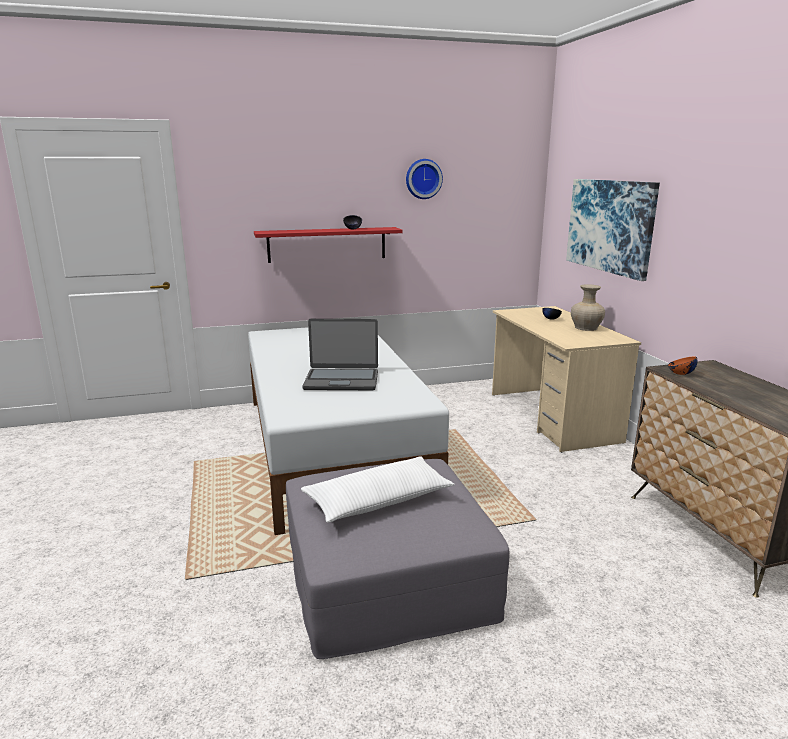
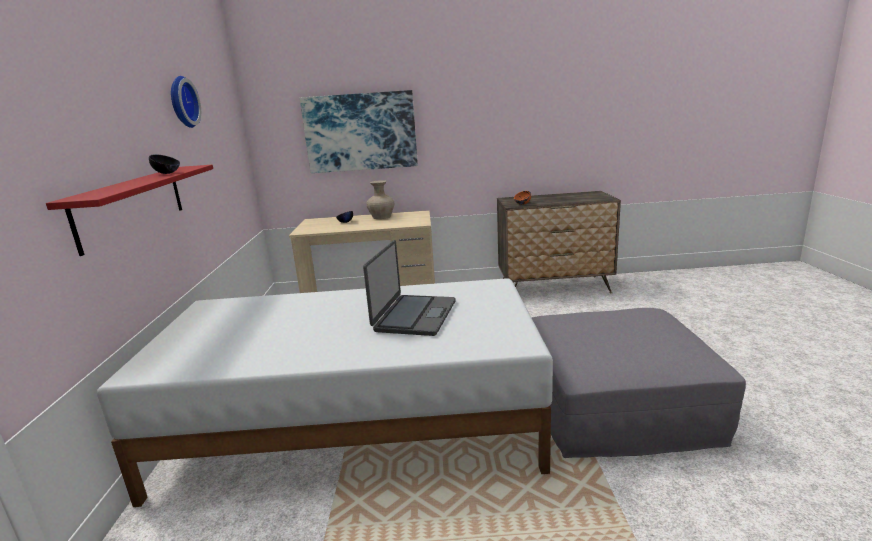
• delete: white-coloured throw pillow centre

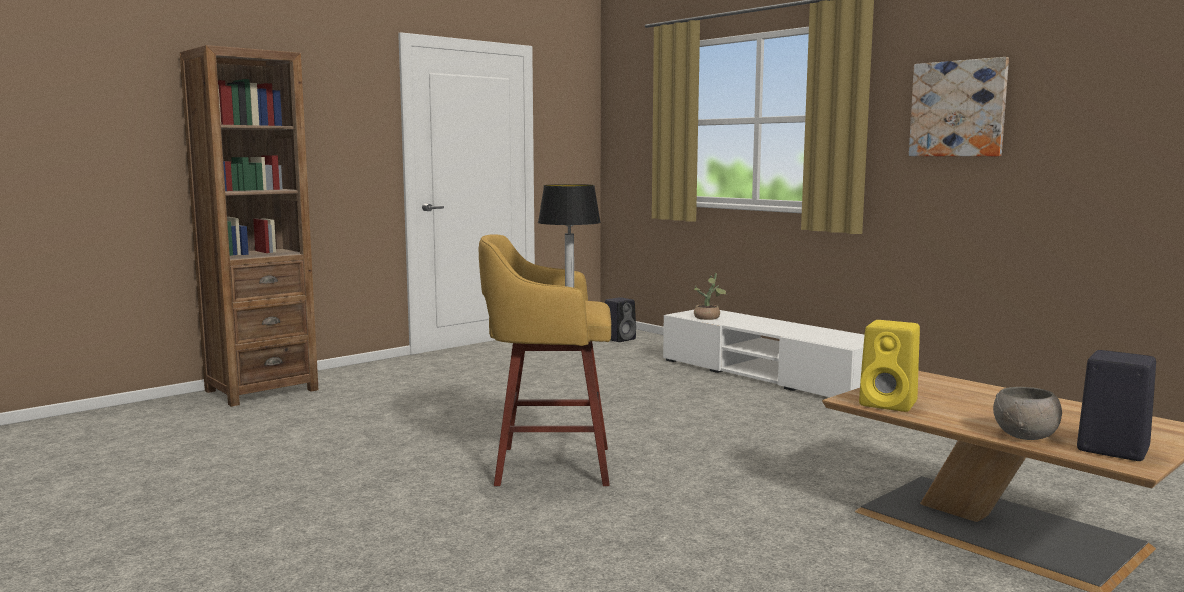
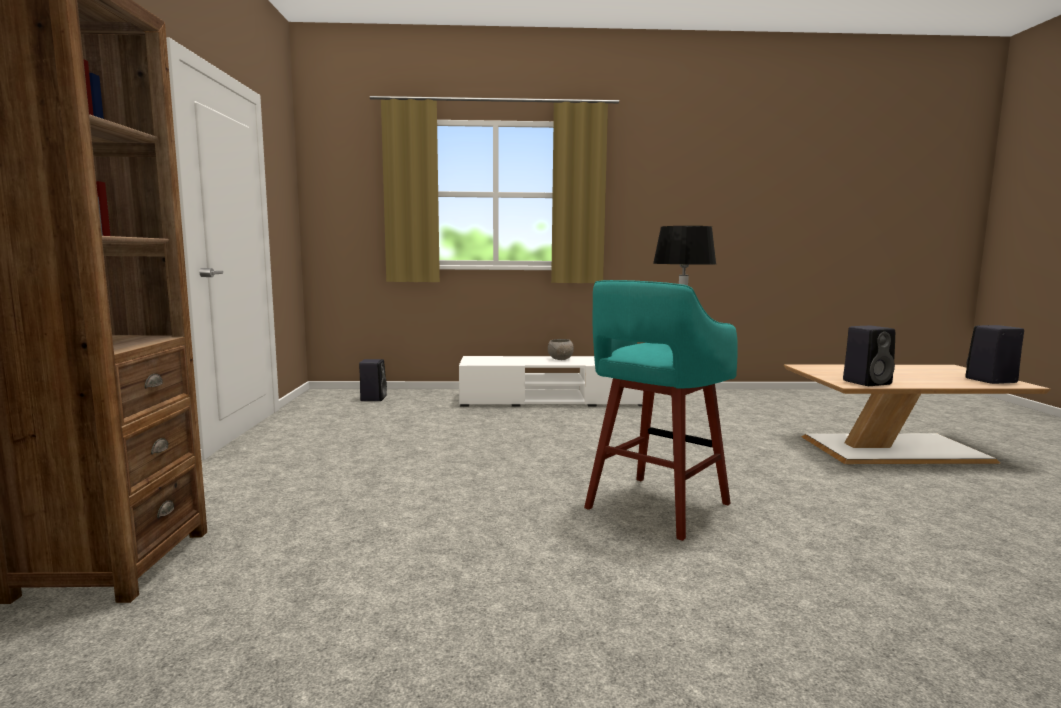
• delete: potted plant centre
• delete: wall art top right
• move: gray bowl bottom right to centre
• recolor: yellow-coloured stool centre to turquoise stool centre
• recolor: yellow-coloured loudspeaker middle right to black-coloured loudspeaker (2nd from left) middle right

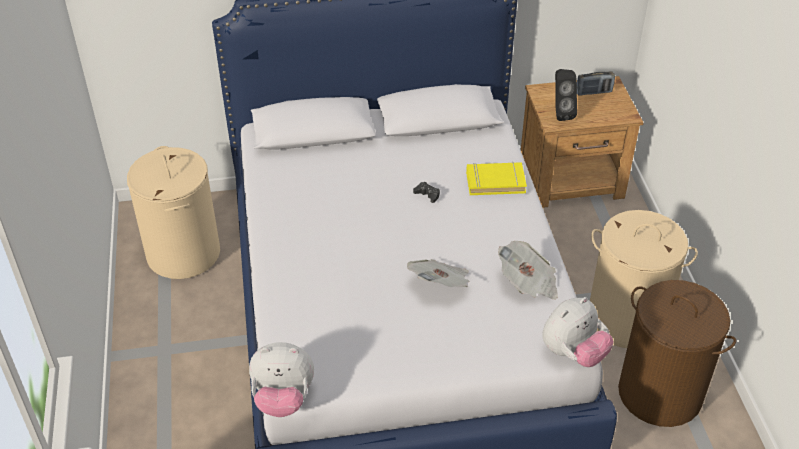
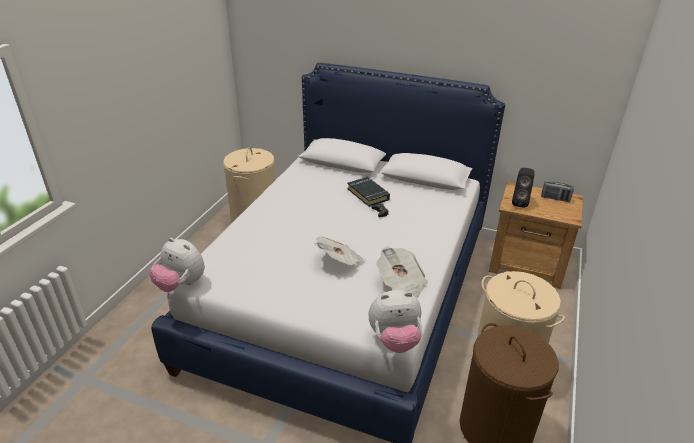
• delete: yellow-coloured volume centre
• insert: black-coloured volume centre

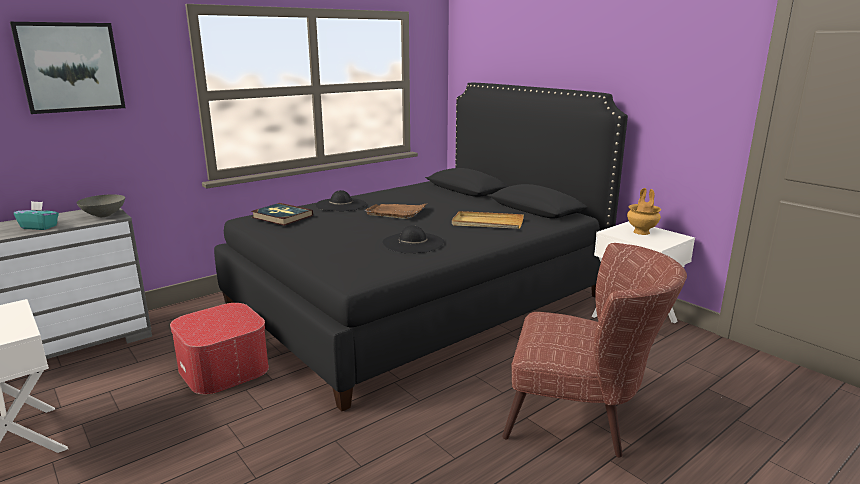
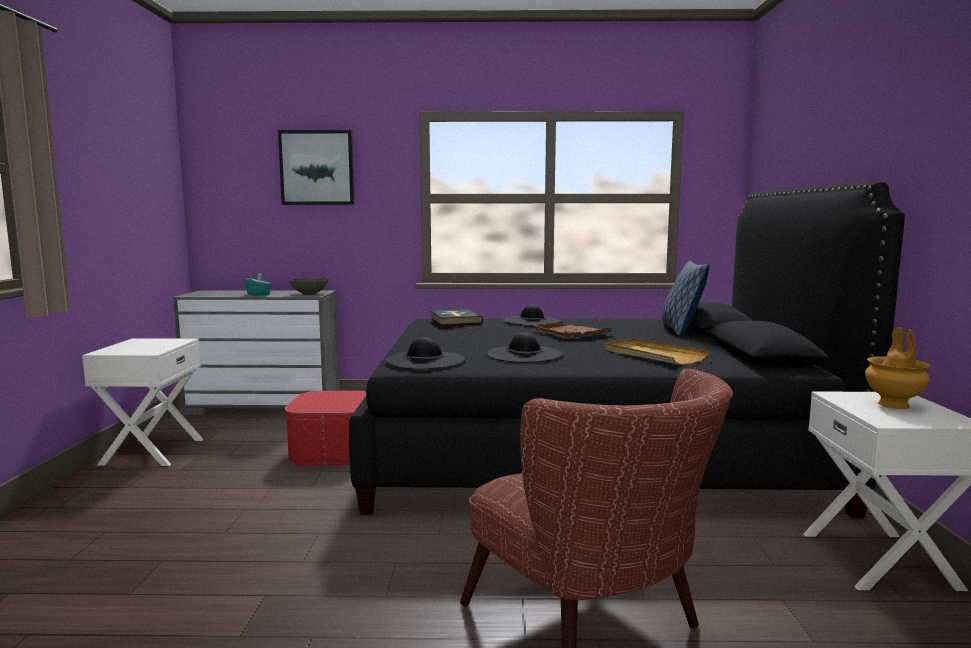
• insert: black-coloured clothing hat (1st from left) centre
• insert: throw pillow middle right

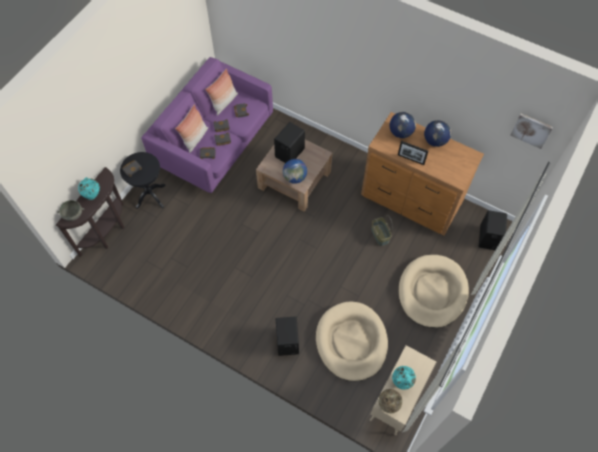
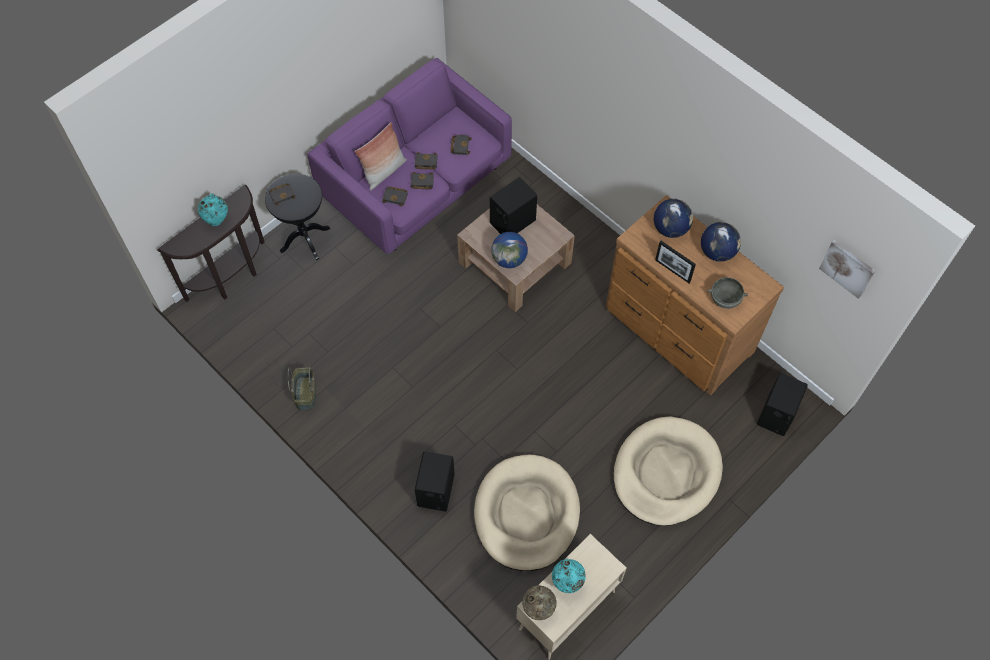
• delete: throw pillow (2nd from left) top centre
• move: gray bowl middle left to middle right
• move: household basket centre to middle left

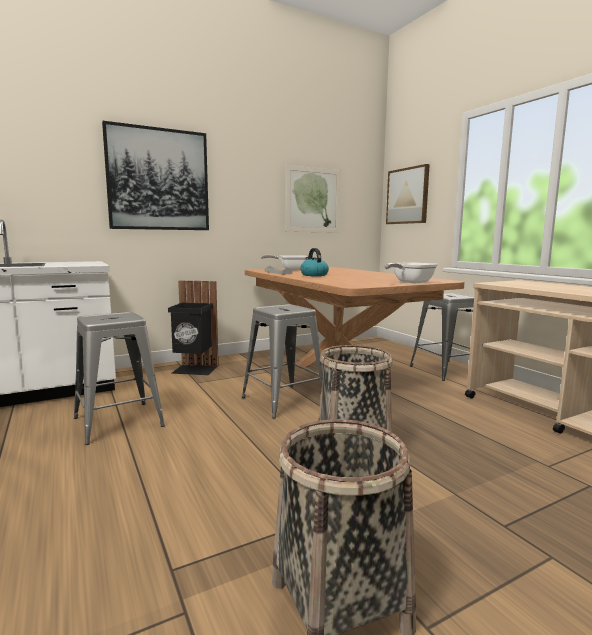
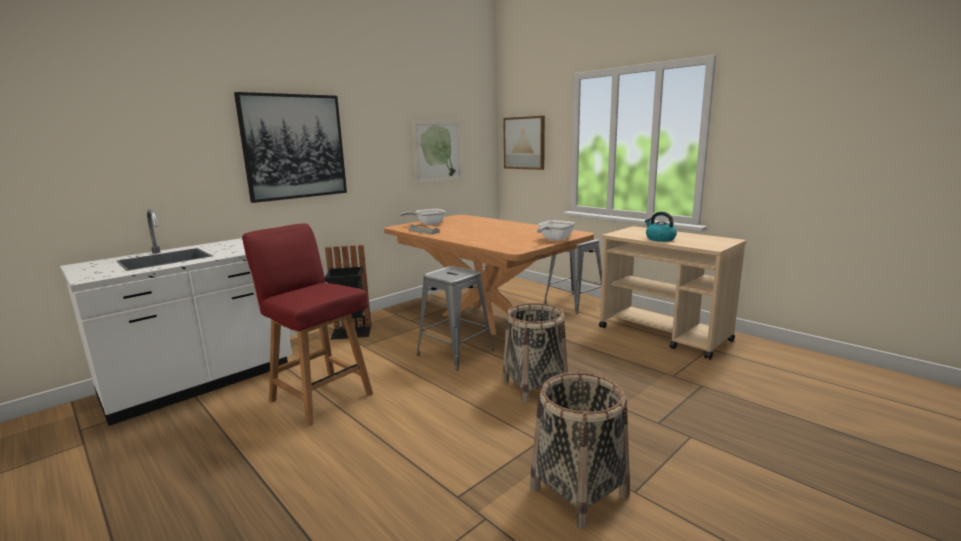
• move: tea kettle centre to middle right
• replace: gray stool (1st from left) middle left to reddish chair middle left

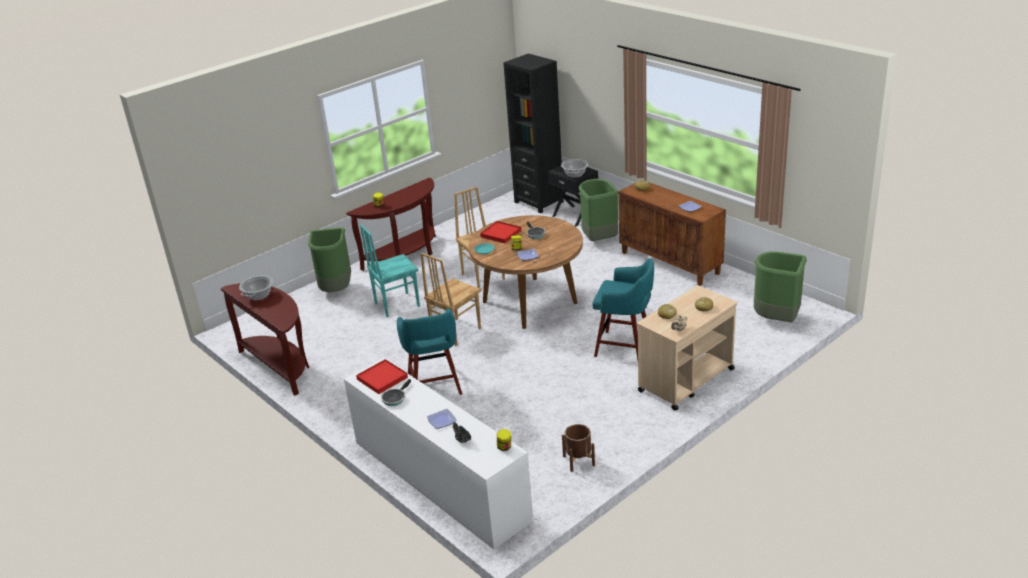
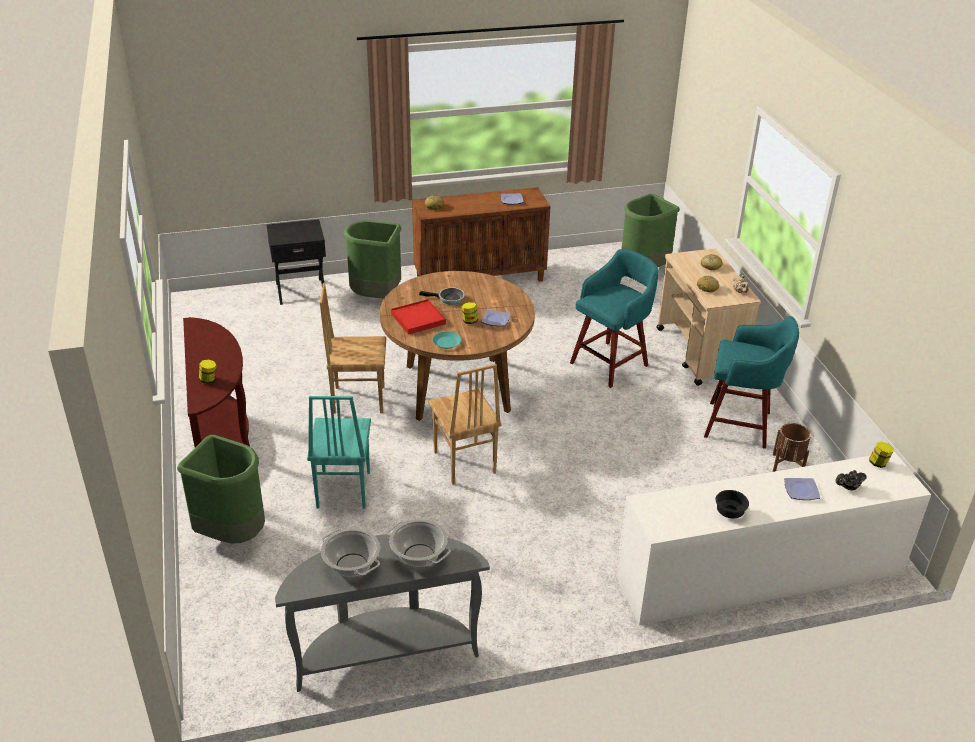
• delete: reddish carrying tray (1st from left) centre
• delete: black-coloured bookcase top centre
• move: turquoise stool (1st from left in the first image) centre to turquoise stool (2nd from left) middle right
• move: cooking pot (2nd from left) top centre to bottom centre
• replace: frying pan (1st from left) bottom centre to black-coloured bowl bottom right
• recolor: brown hall table (1st from left) middle left to gray hall table bottom centre

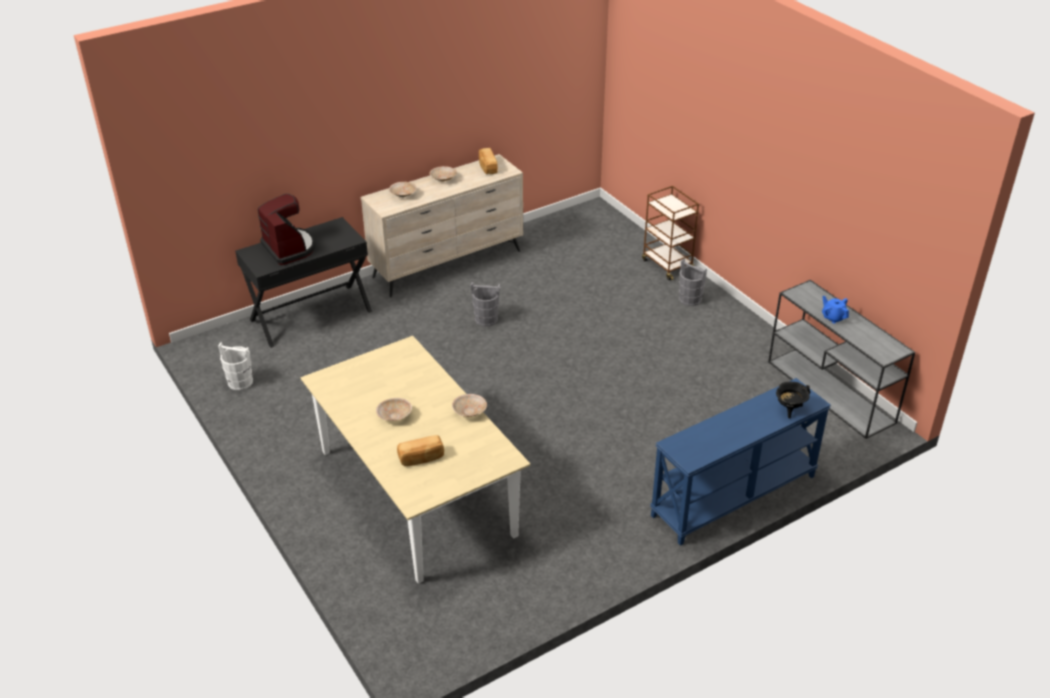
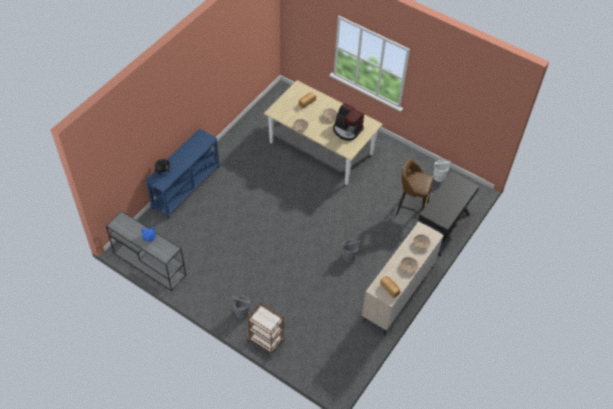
• insert: brown stool middle right
• move: coffee maker top left to top centre

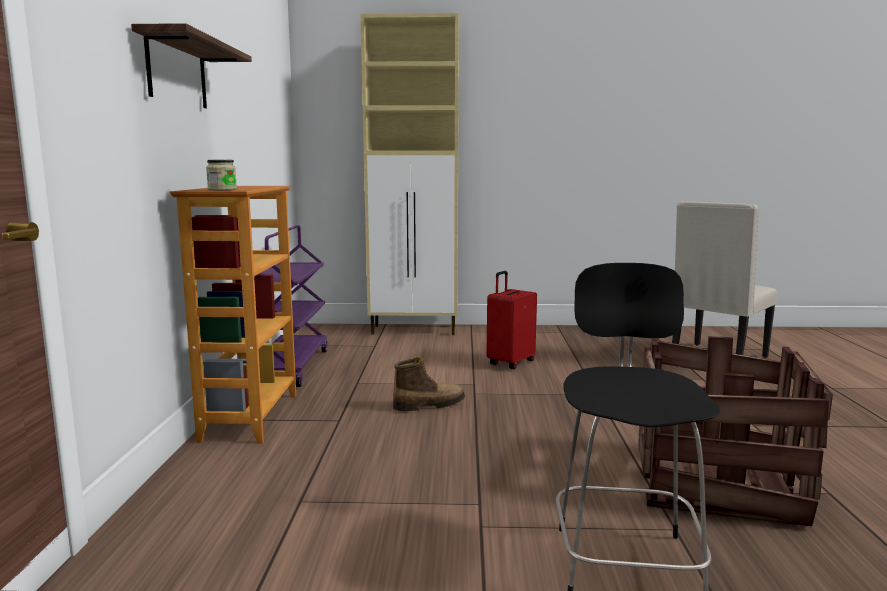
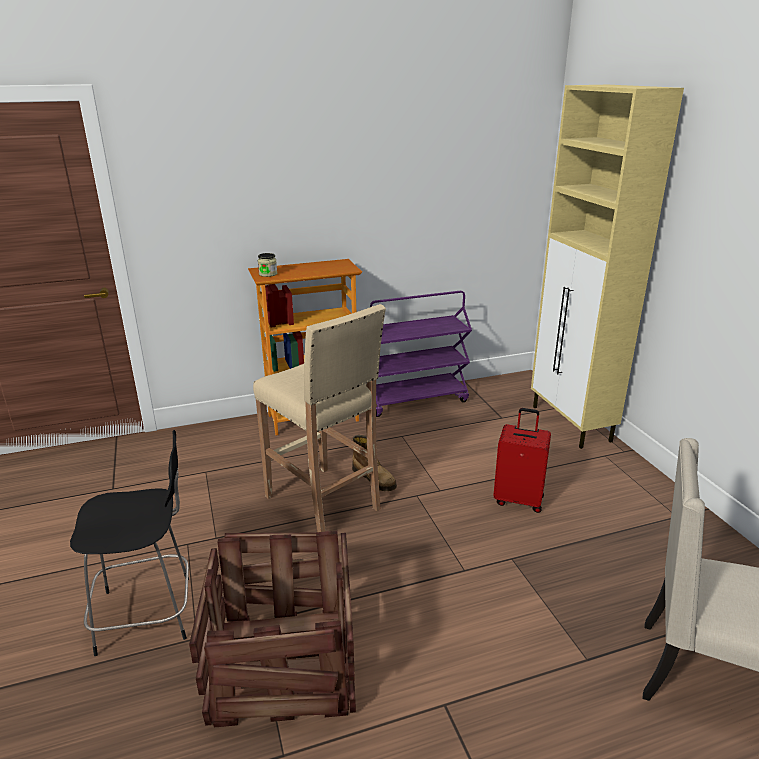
• delete: bracket shelf top left
• insert: beige-coloured stool centre

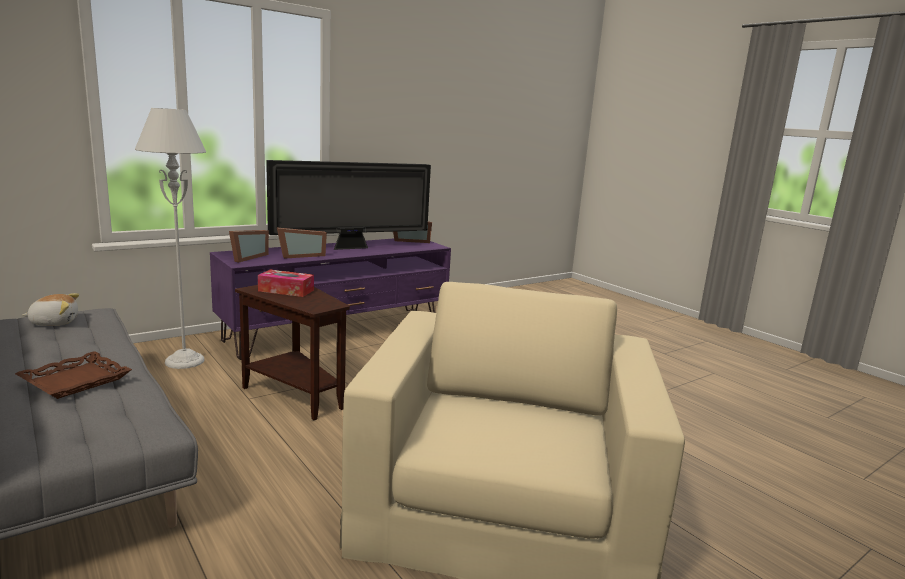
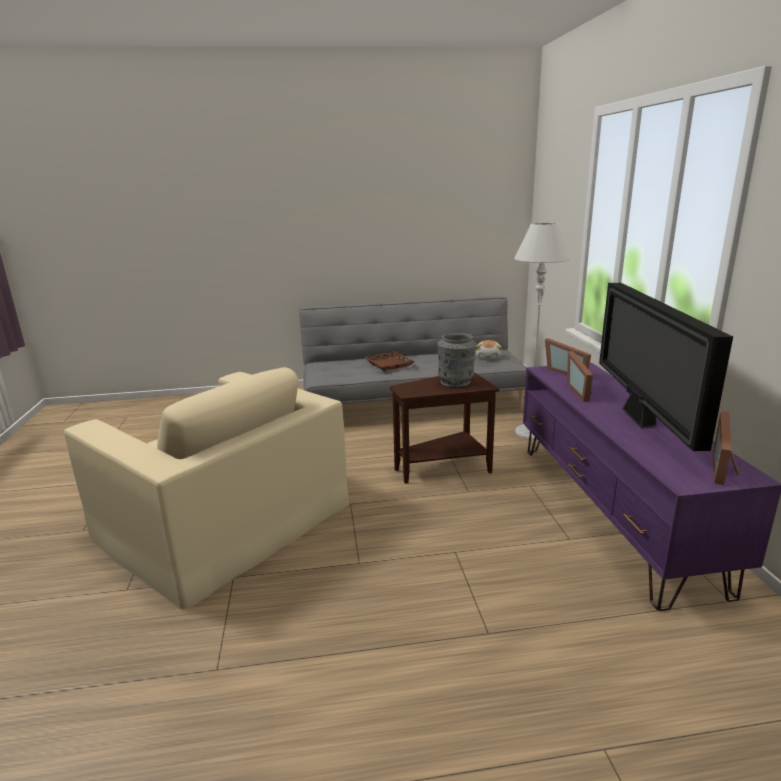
• replace: box of tissues middle left to gray decorative vase centre

